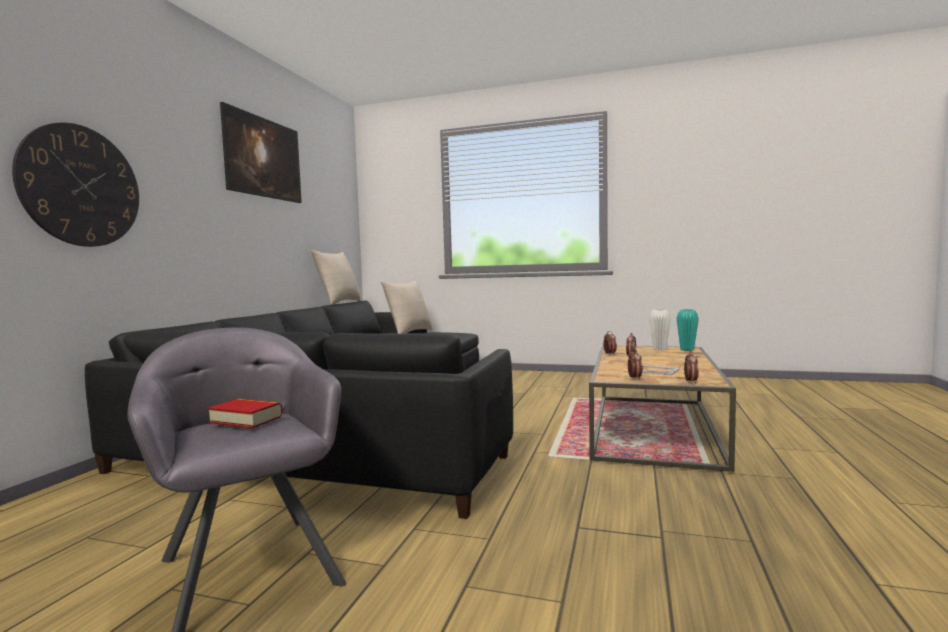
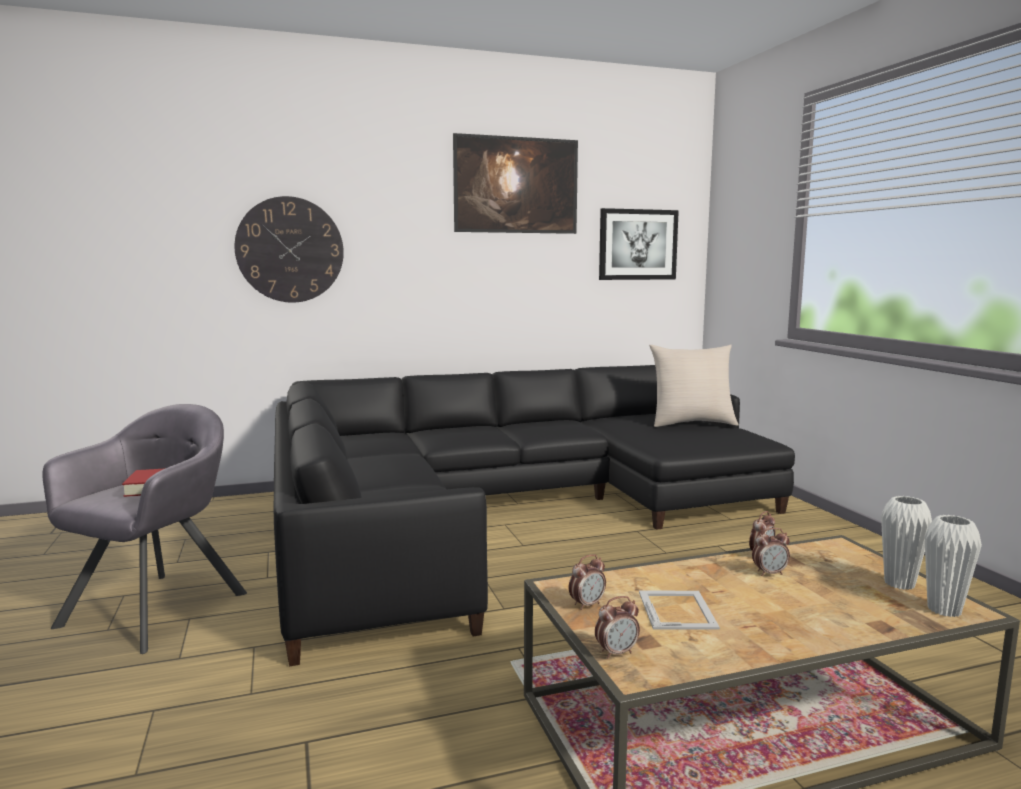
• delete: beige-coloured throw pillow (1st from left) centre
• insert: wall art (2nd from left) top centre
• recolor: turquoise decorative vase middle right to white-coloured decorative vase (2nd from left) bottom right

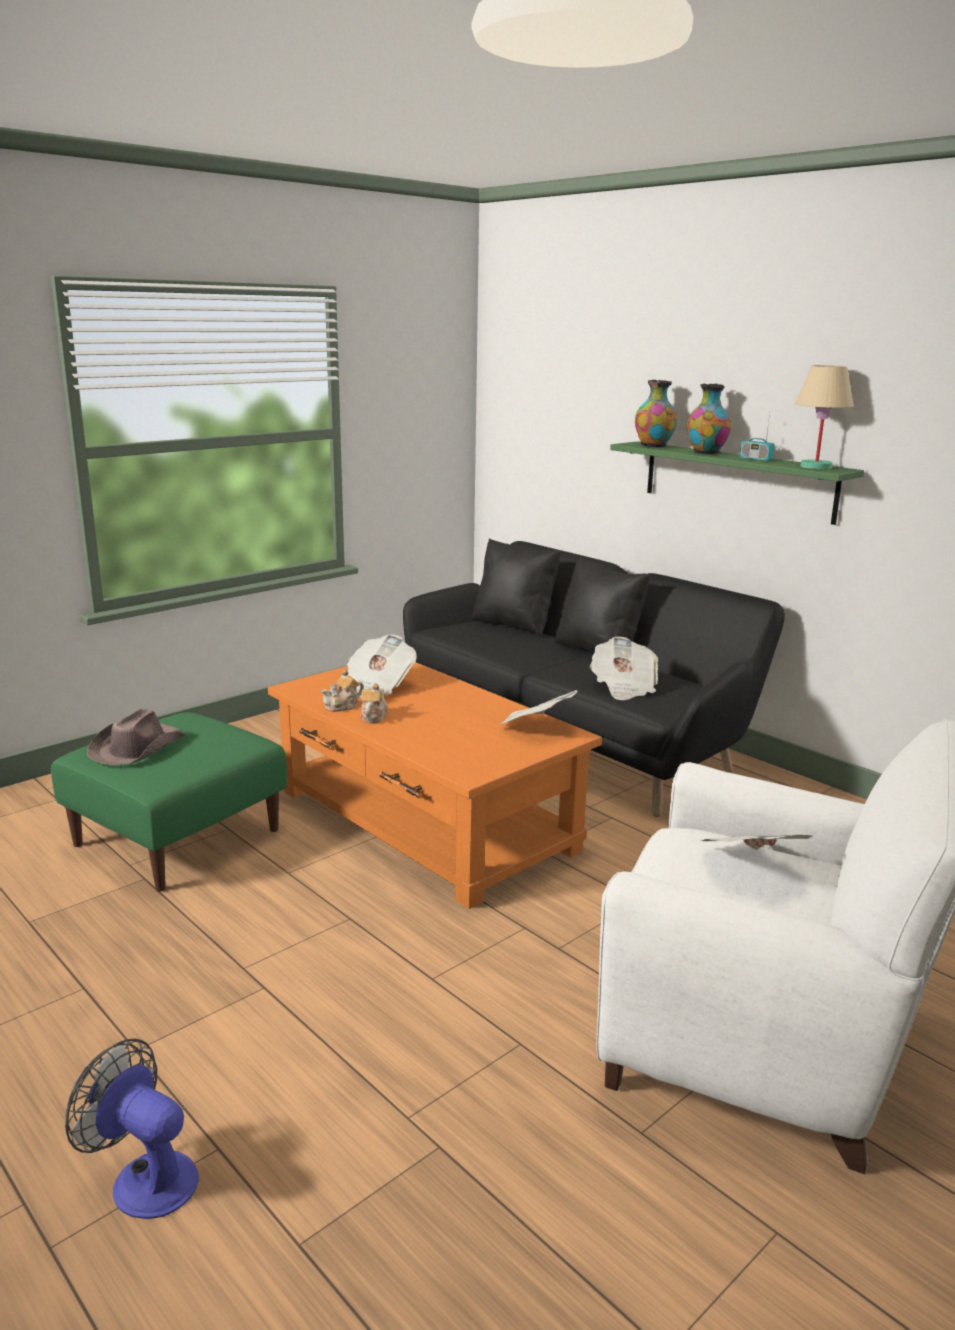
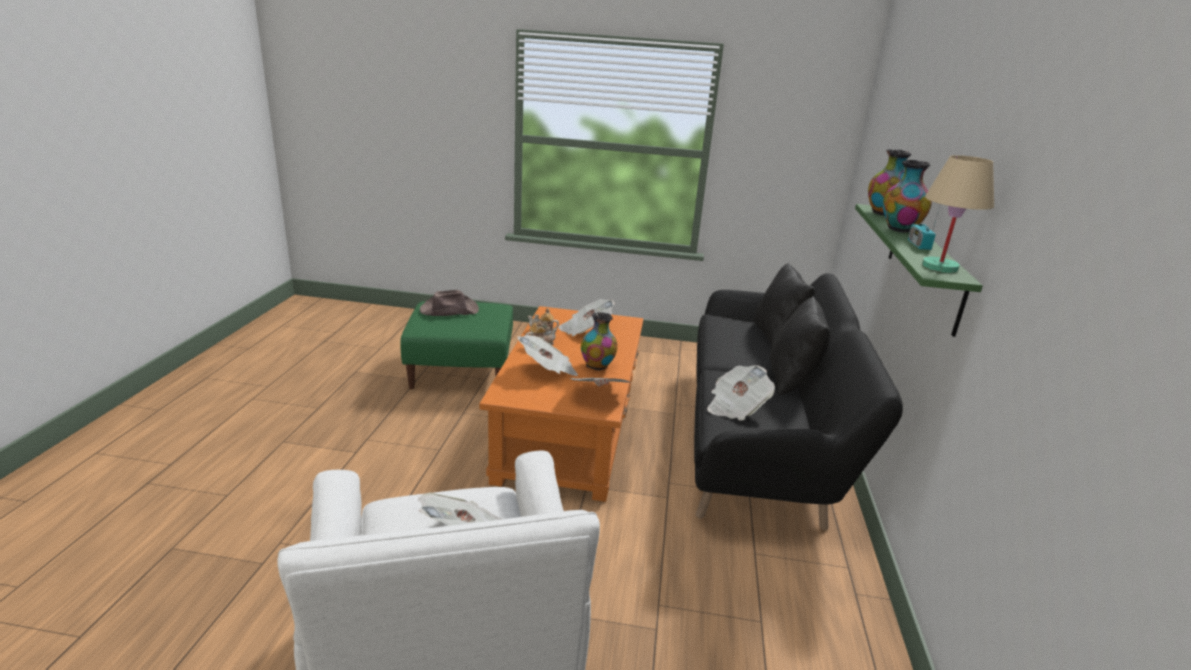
• delete: electric fan bottom left
• insert: newspaper (2nd from left) centre
• insert: decorative vase (1st from left) centre

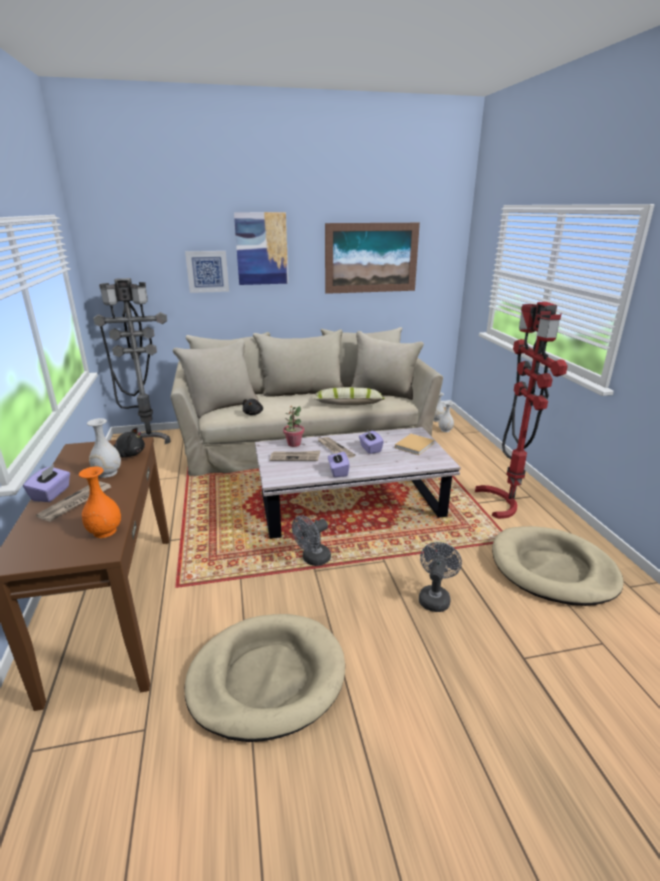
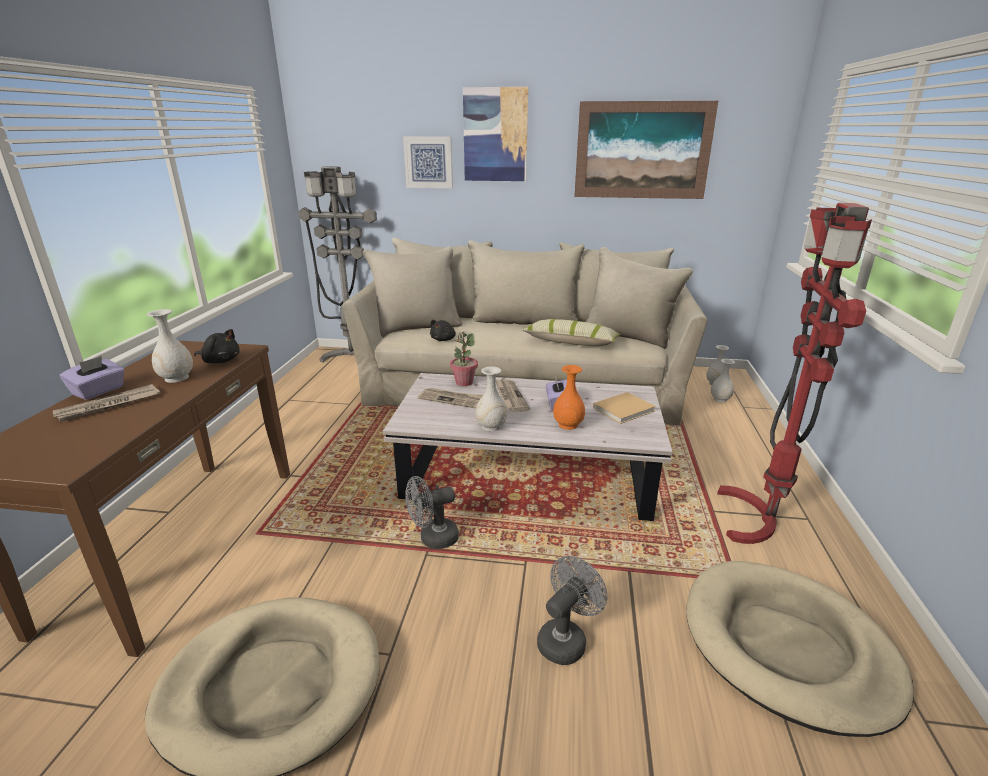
• move: orange-coloured decorative vase middle left to centre
• replace: purplish box of tissues (2nd from left) centre to white-coloured decorative vase (2nd from left) centre

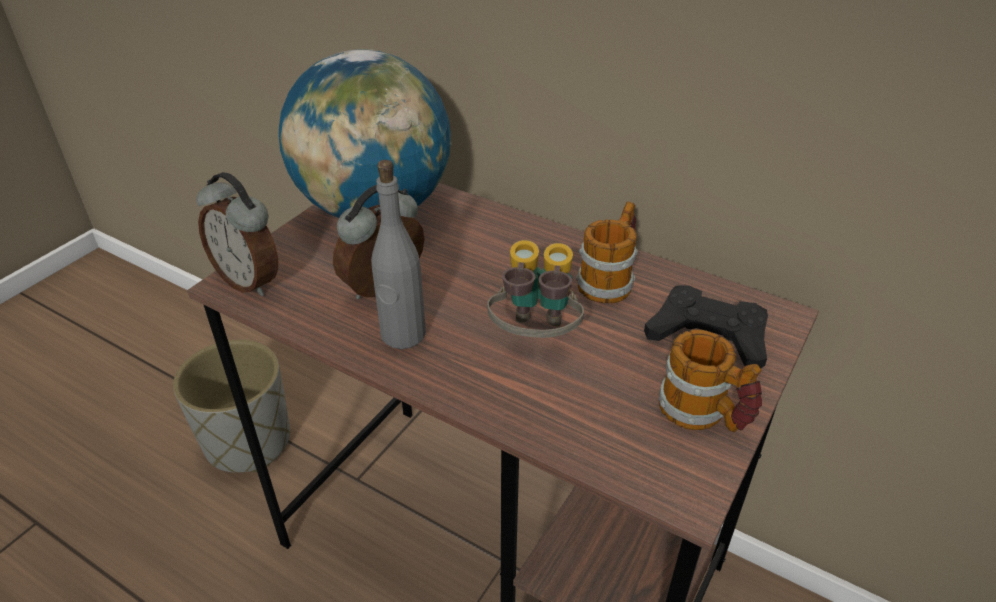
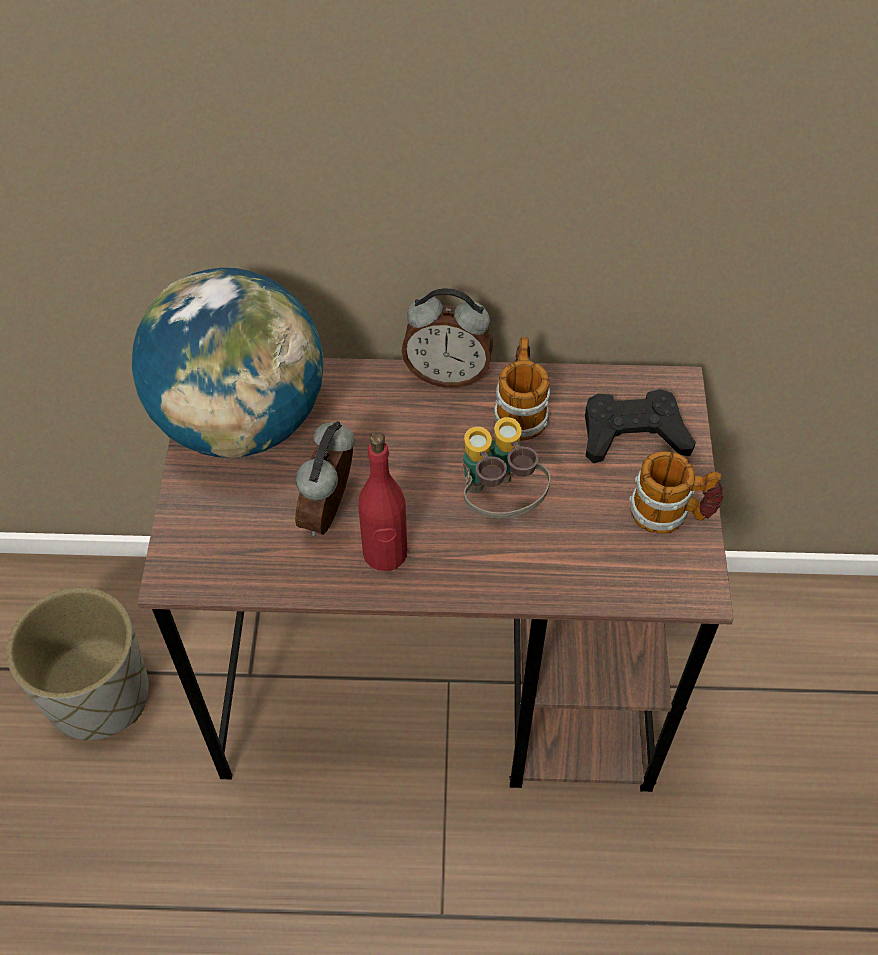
• move: alarm clock (1st from left in the first image) middle left to alarm clock (2nd from left) centre
• recolor: gray beverage bottle centre to reddish beverage bottle centre

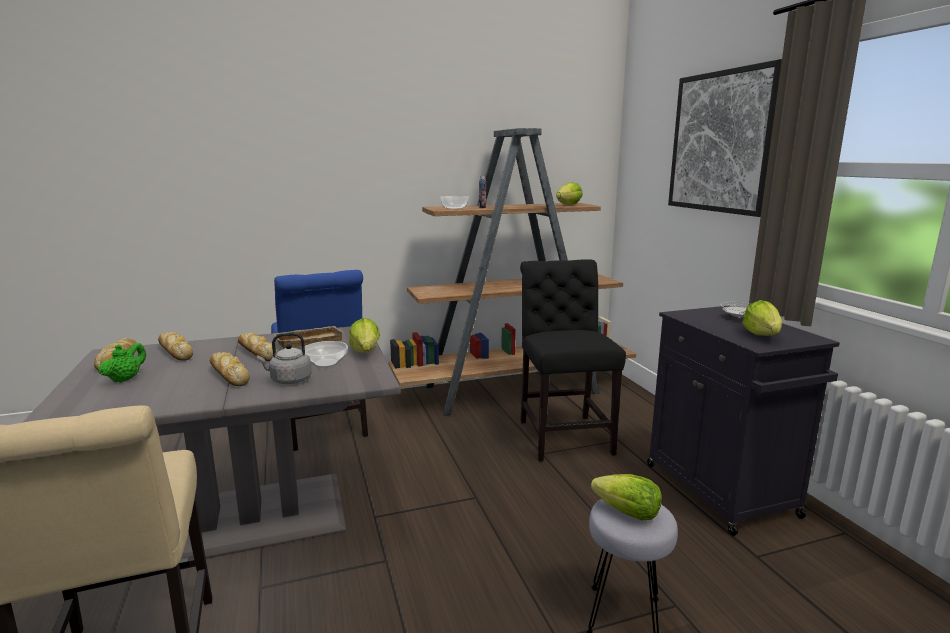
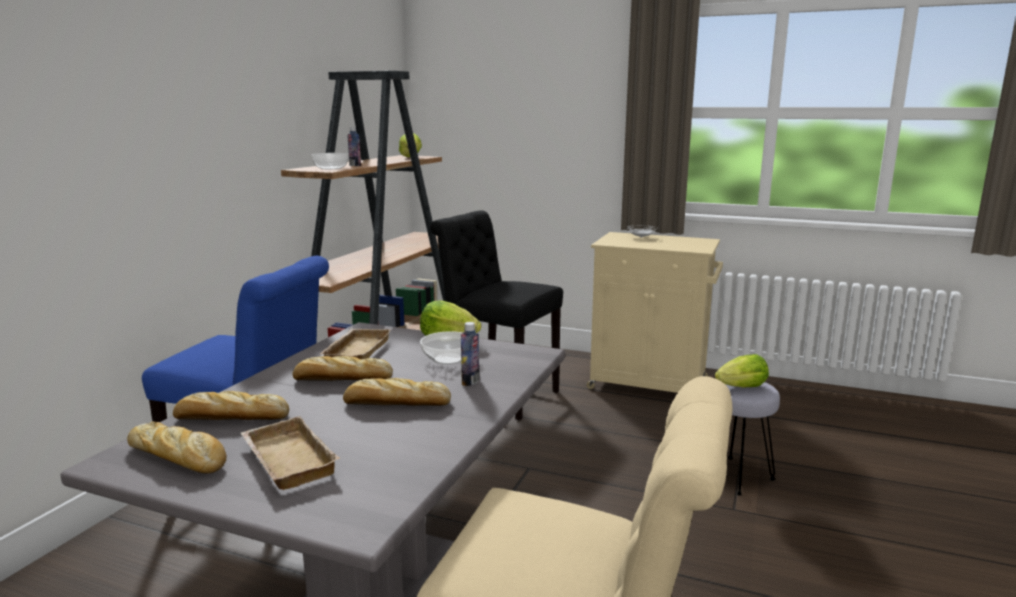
• delete: wall art top right
• delete: lettuce (4th from left) middle right
• replace: greenish tea pot middle left to beige-coloured carrying tray (1st from left) bottom left
• replace: gray tea kettle middle left to beverage bottle (2nd from left) centre
• recolor: black-coloured cupboard middle right to beige-coloured cupboard centre

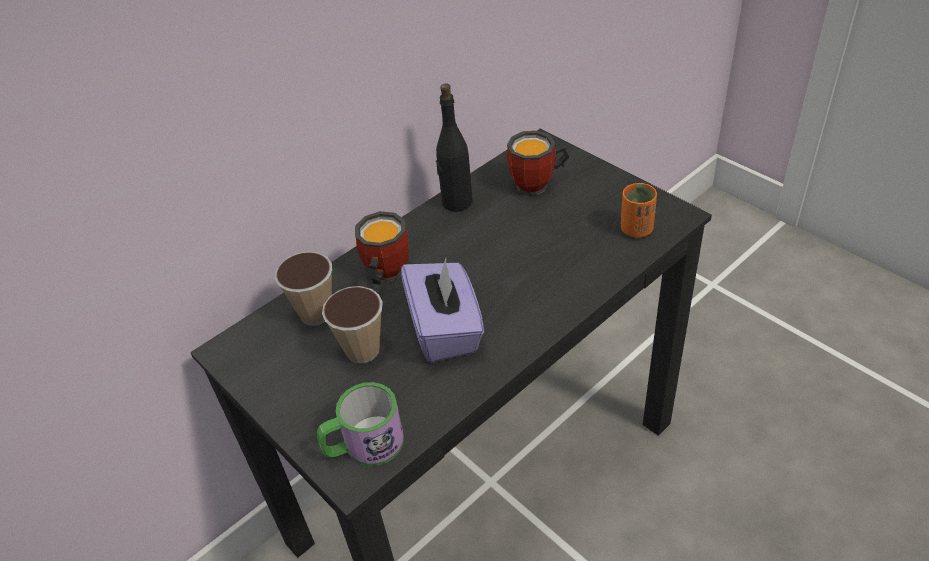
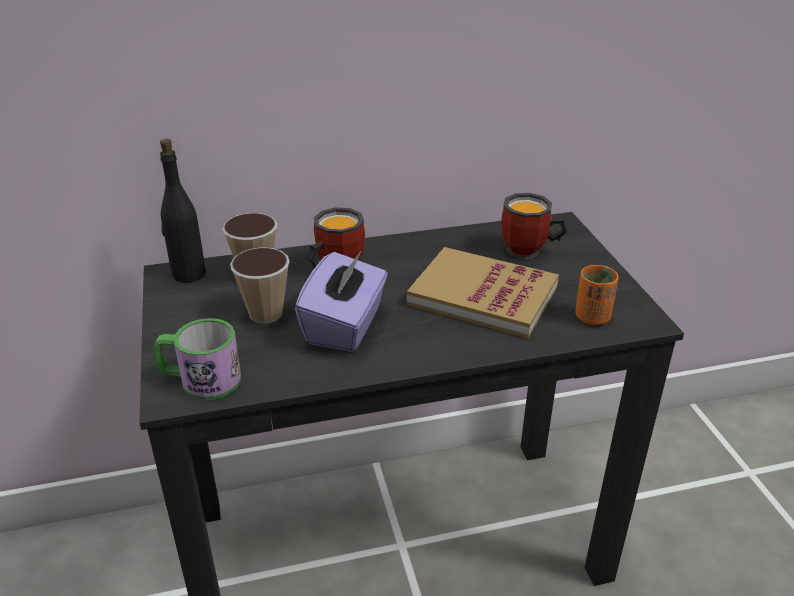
• insert: volume centre
• move: black-coloured beverage bottle top centre to middle left

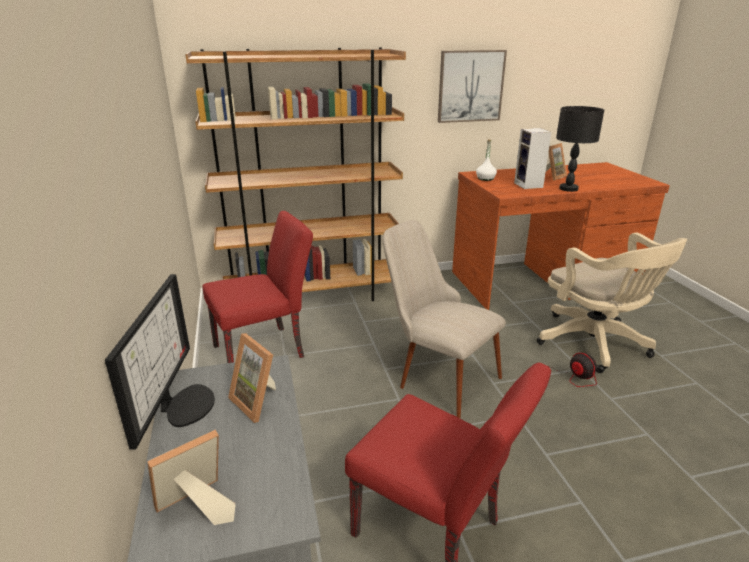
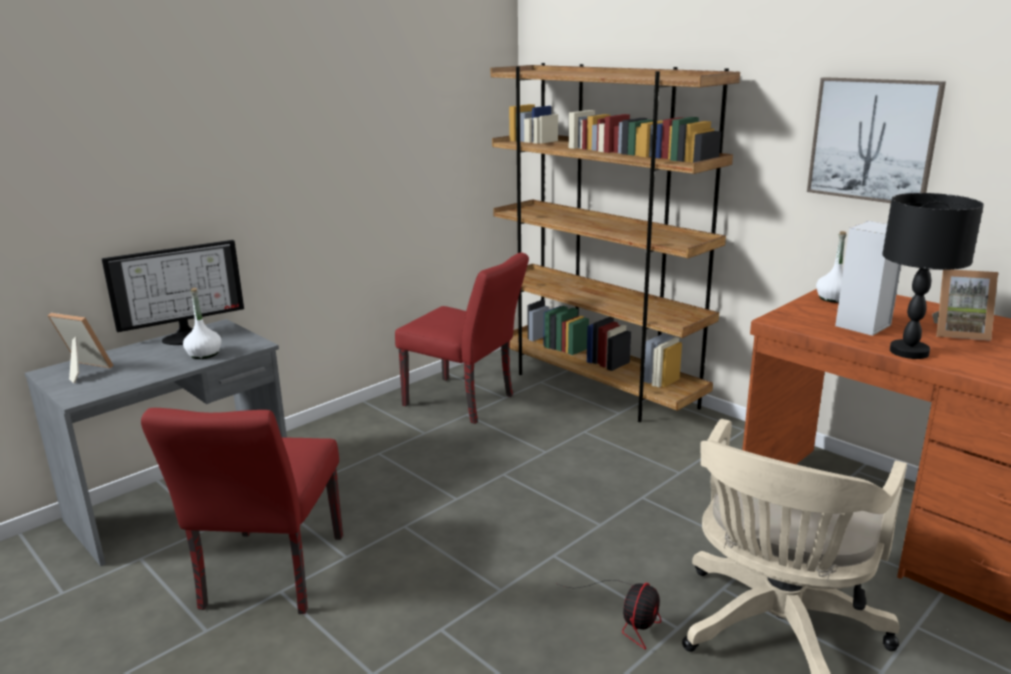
• delete: beige-coloured chair centre
• replace: standing frame (2nd from left) bottom centre to white-coloured beverage bottle (1st from left) middle left

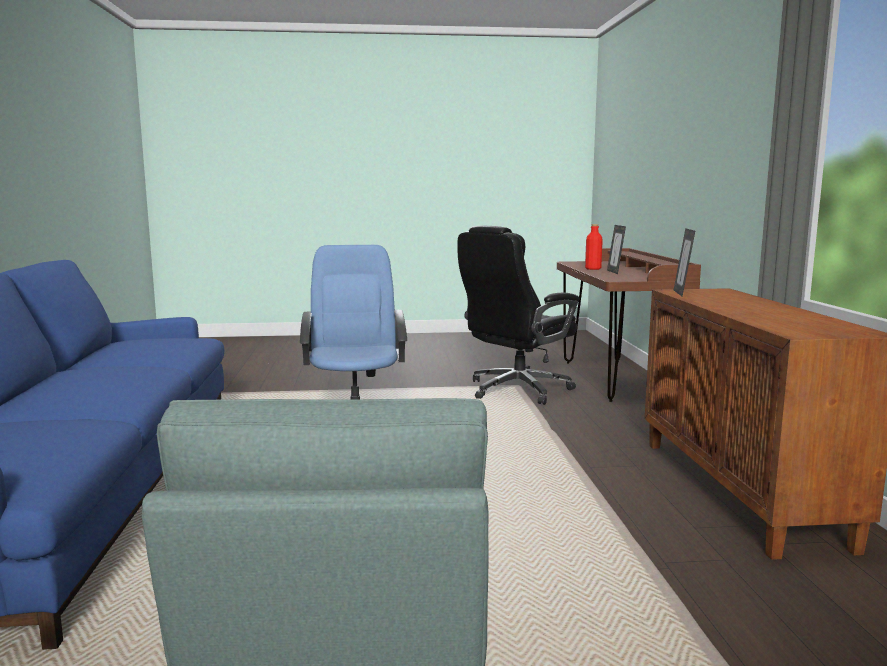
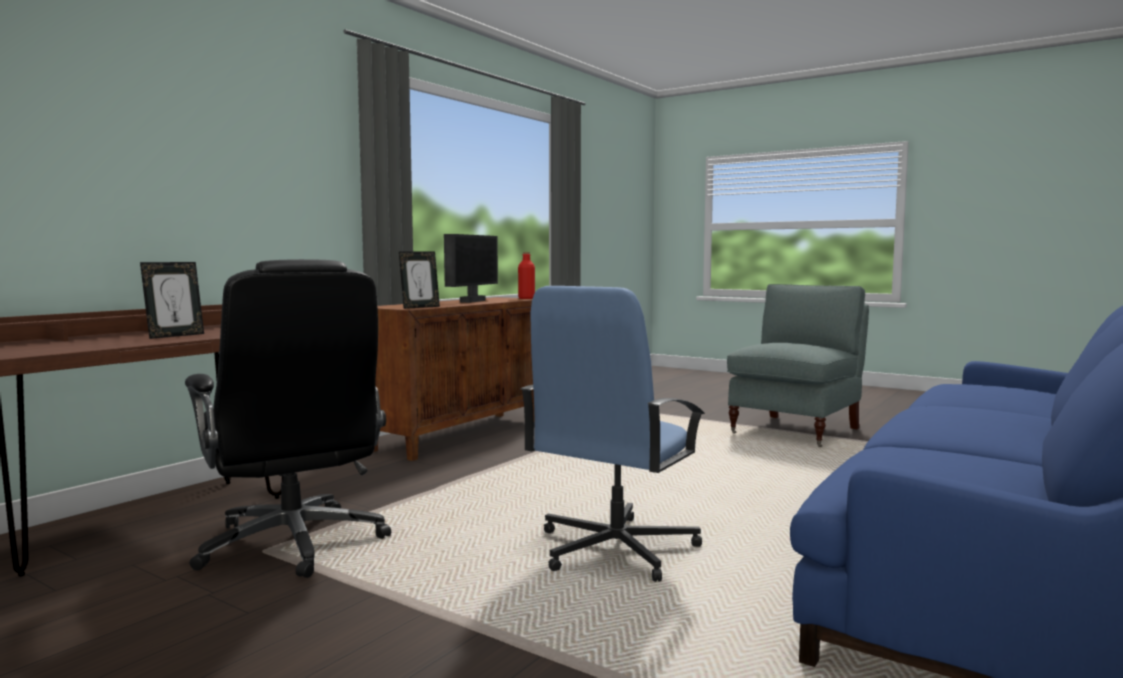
• insert: computer display centre
• move: reddish beverage bottle middle right to centre
• rotate: black-coloured desk chair centre = middle left 60 degrees clockwise

